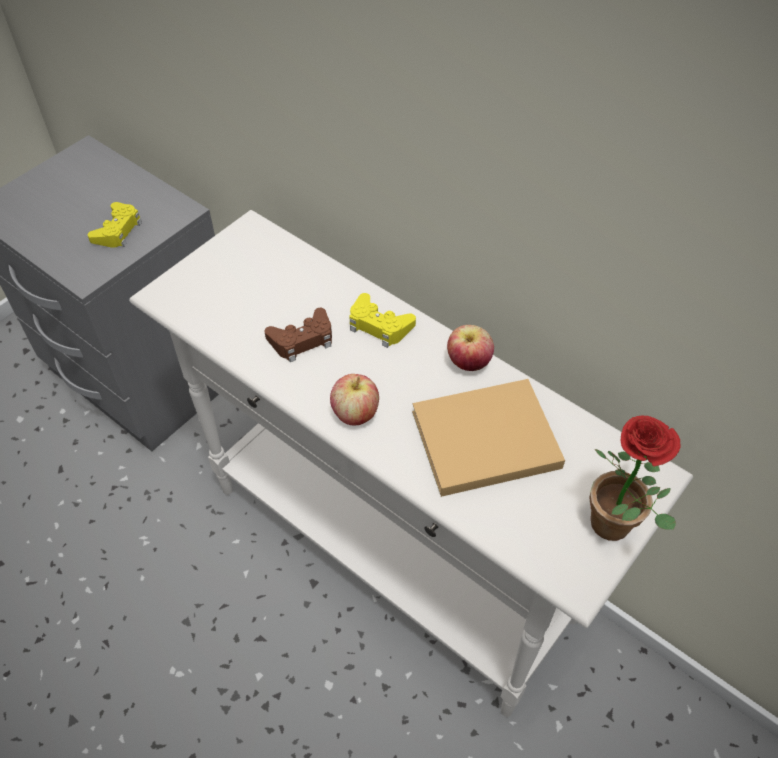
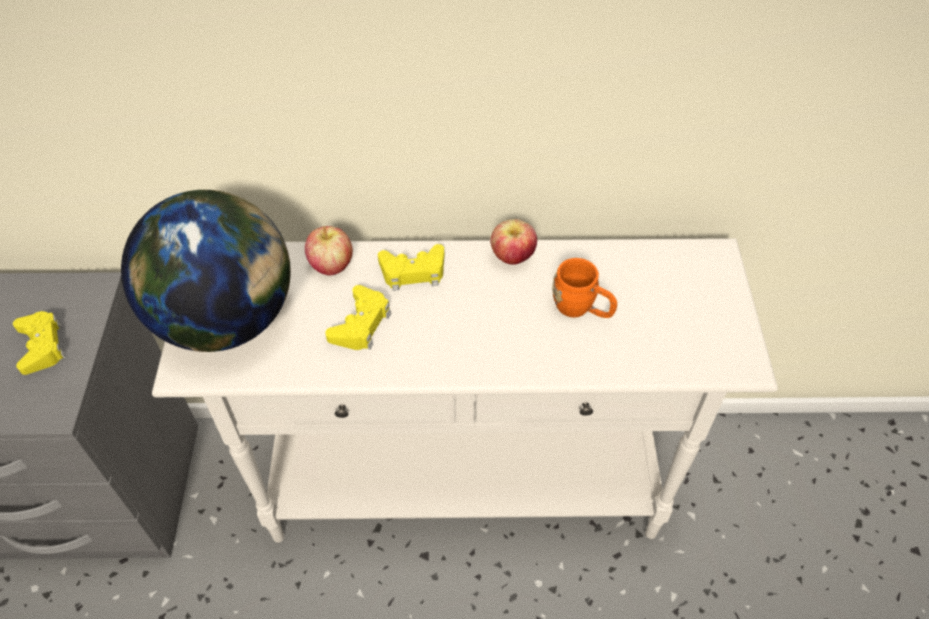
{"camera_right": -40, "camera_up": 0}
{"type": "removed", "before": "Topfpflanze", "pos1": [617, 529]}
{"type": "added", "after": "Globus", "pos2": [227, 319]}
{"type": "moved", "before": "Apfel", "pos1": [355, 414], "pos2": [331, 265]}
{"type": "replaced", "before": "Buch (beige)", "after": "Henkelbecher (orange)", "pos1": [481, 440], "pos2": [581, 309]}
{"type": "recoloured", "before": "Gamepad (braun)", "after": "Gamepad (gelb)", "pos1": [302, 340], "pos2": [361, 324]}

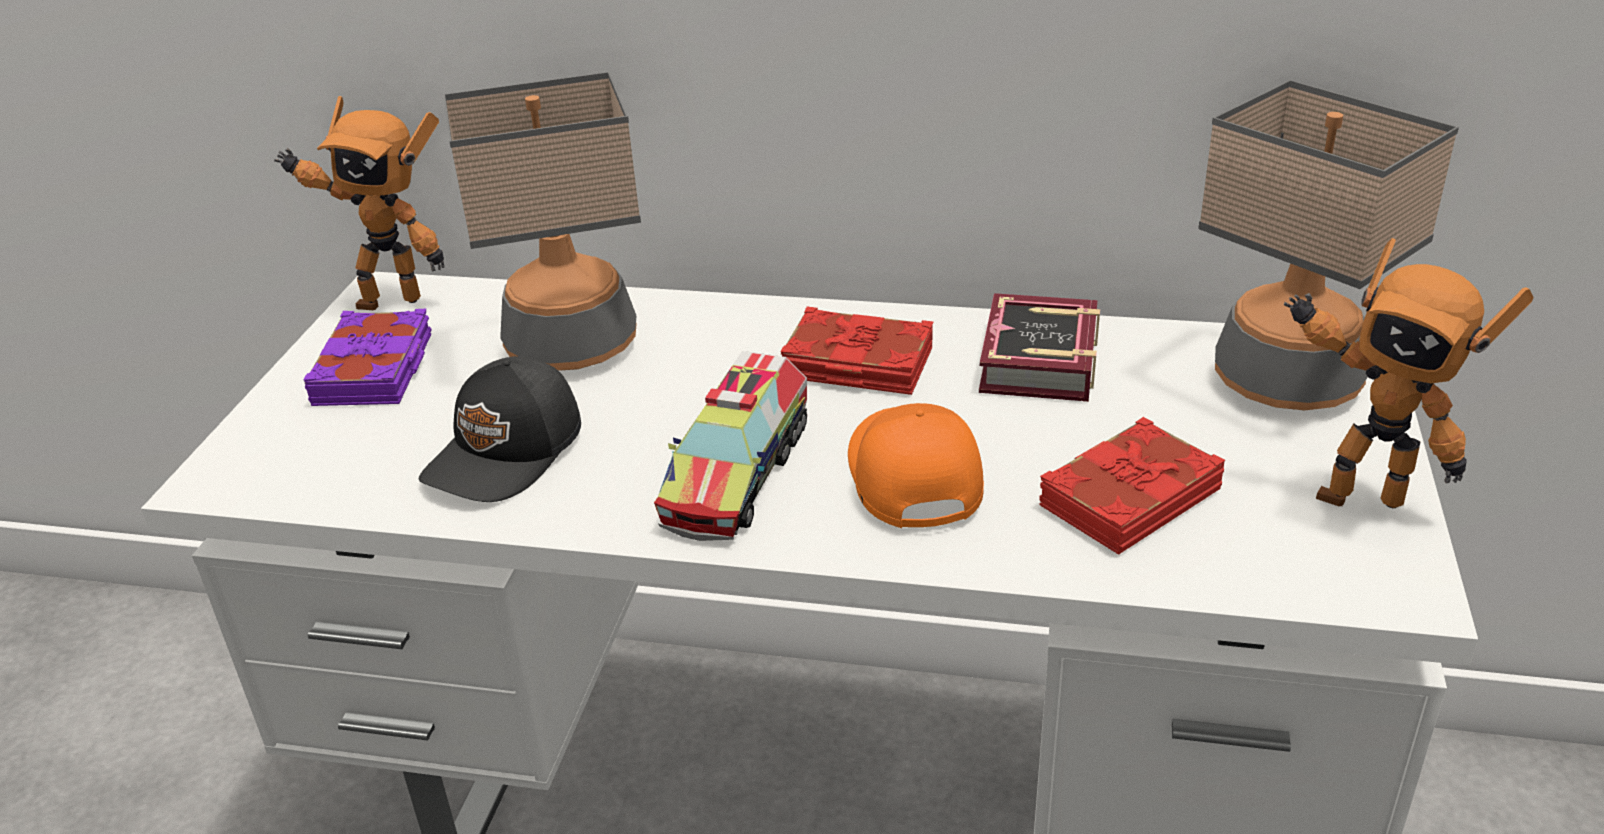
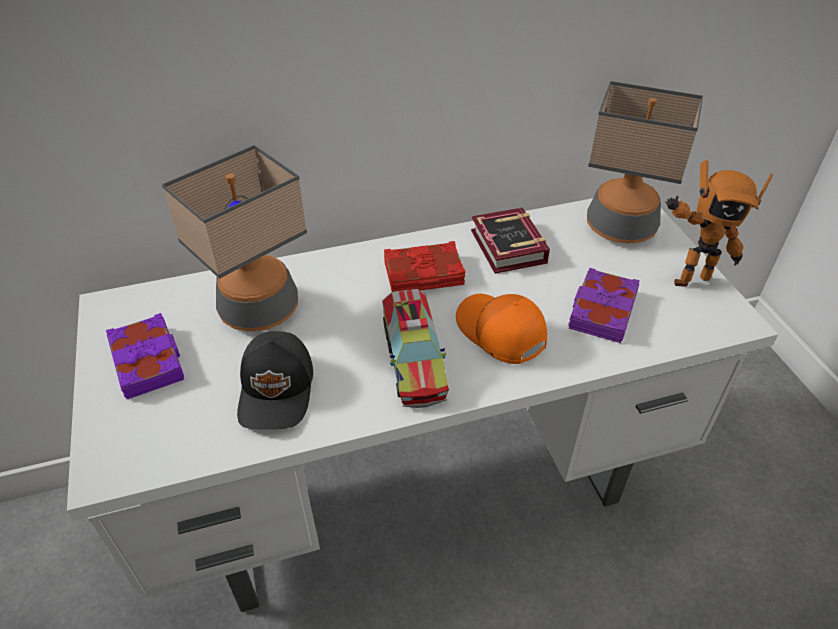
{"camera_right": -30, "camera_up": 10}
{"type": "removed", "before": "Spielzeugroboter", "pos1": [389, 299]}
{"type": "recoloured", "before": "Buch (rot)", "after": "Buch (lila)", "pos1": [1127, 497], "pos2": [601, 310]}

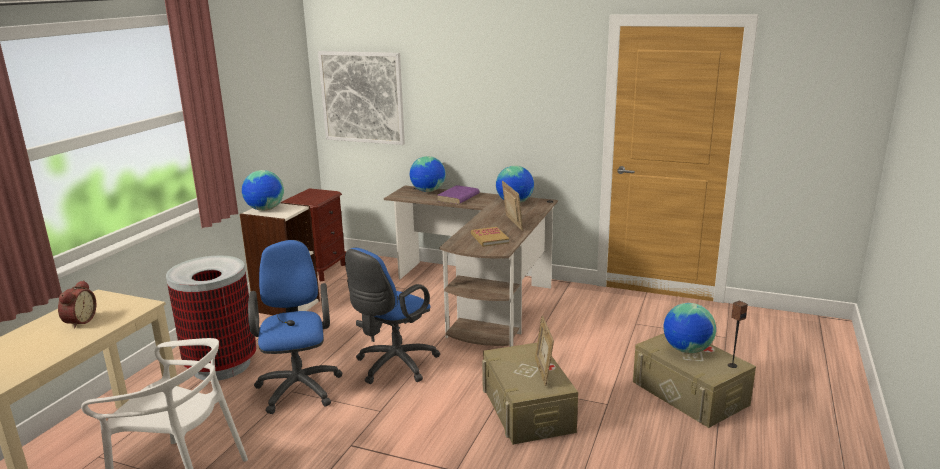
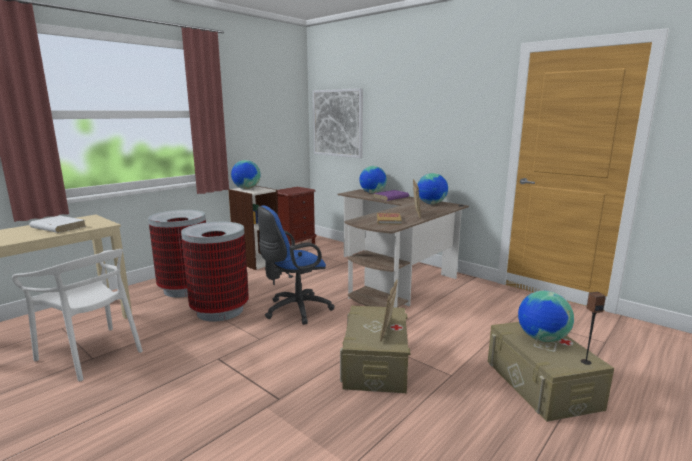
{"camera_right": 20, "camera_up": -5}
{"type": "replaced", "before": "Wecker", "after": "Buch (weiß)", "pos1": [79, 321], "pos2": [58, 227]}
{"type": "replaced", "before": "Bürostuhl (blau)", "after": "Mülleimer", "pos1": [299, 386], "pos2": [220, 310]}

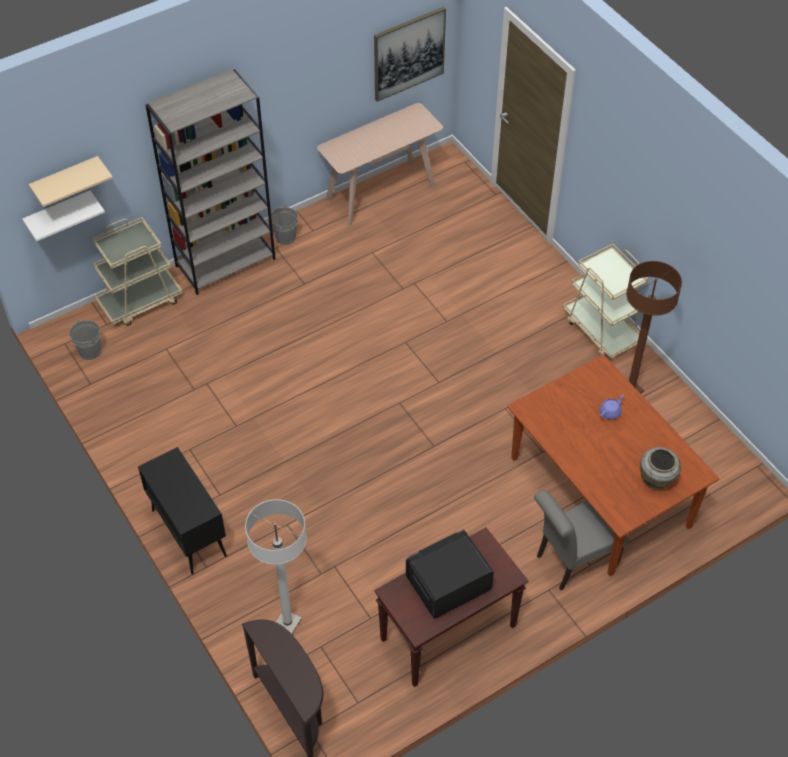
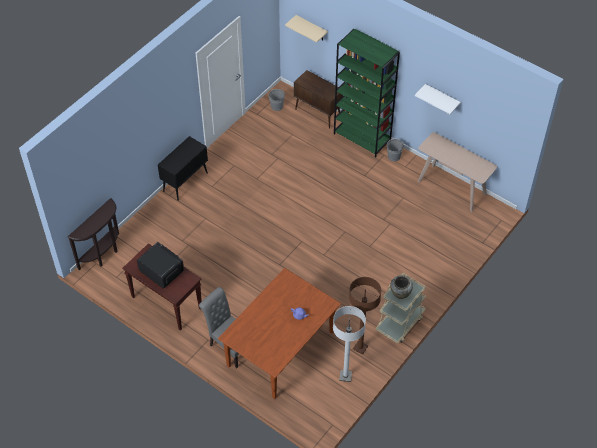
{"camera_right": 70, "camera_up": 0}
{"type": "removed", "before": "Bild", "pos1": [408, 53]}
{"type": "moved", "before": "Wandregal (weiß)", "pos1": [59, 214], "pos2": [442, 98]}
{"type": "moved", "before": "Stehlampe (weiß)", "pos1": [287, 622], "pos2": [345, 376]}
{"type": "moved", "before": "Vase (beige)", "pos1": [656, 480], "pos2": [400, 294]}
{"type": "replaced", "before": "Rollwagen (beige)", "after": "Schrank (braun)", "pos1": [140, 301], "pos2": [318, 113]}
{"type": "recoloured", "before": "Bücherregal (grau)", "after": "Bücherregal (grün)", "pos1": [226, 262], "pos2": [362, 138]}

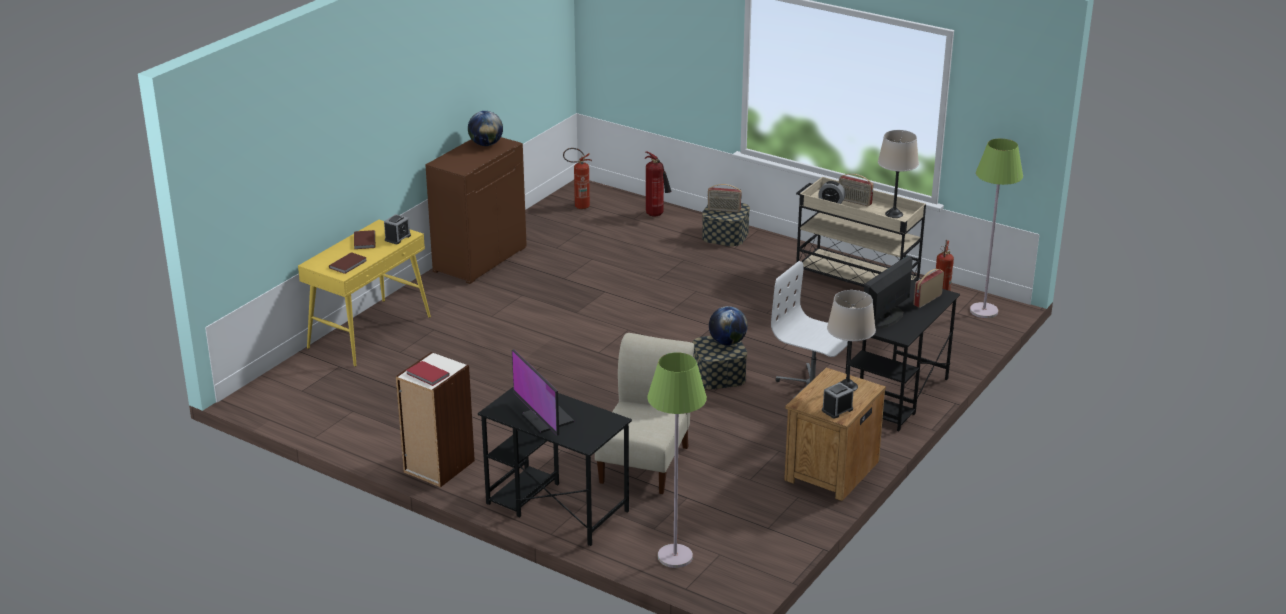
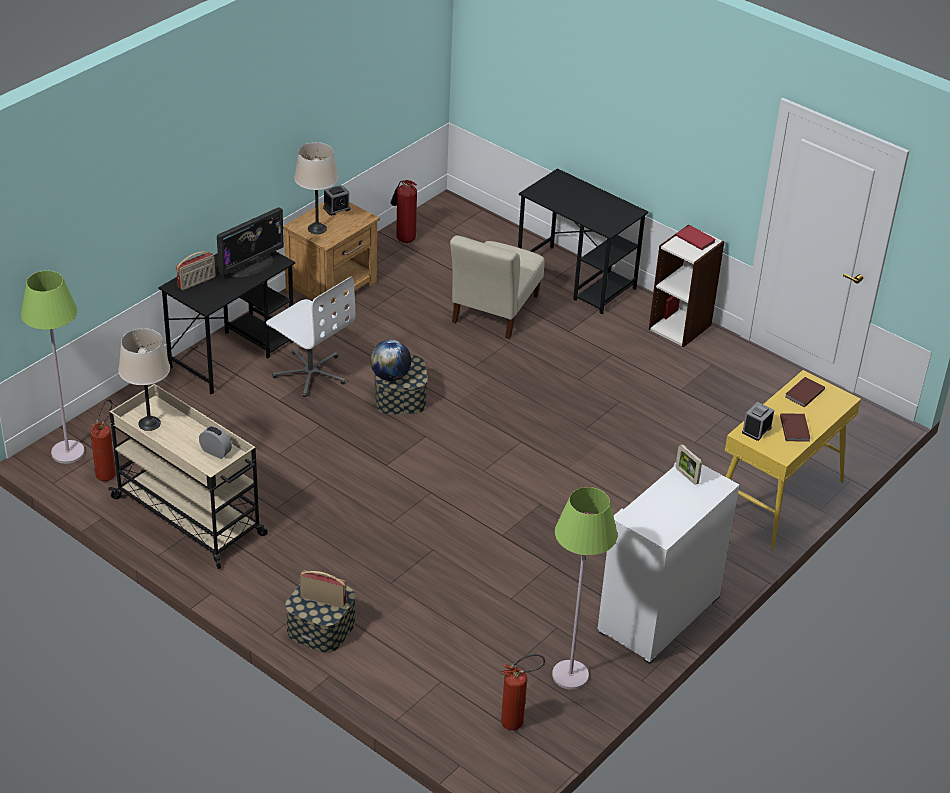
{"camera_right": -175, "camera_up": 10}
{"type": "removed", "before": "Globus", "pos1": [486, 144]}
{"type": "removed", "before": "Monitor", "pos1": [546, 418]}
{"type": "removed", "before": "Radio", "pos1": [854, 202]}
{"type": "added", "after": "Bilderrahmen", "pos2": [686, 476]}
{"type": "moved", "before": "Feuerlöscher", "pos1": [656, 215], "pos2": [404, 239]}
{"type": "moved", "before": "Stehlampe (grün)", "pos1": [675, 557], "pos2": [570, 675]}
{"type": "recoloured", "before": "Schrank (braun)", "after": "Schrank (weiß)", "pos1": [479, 259], "pos2": [659, 615]}

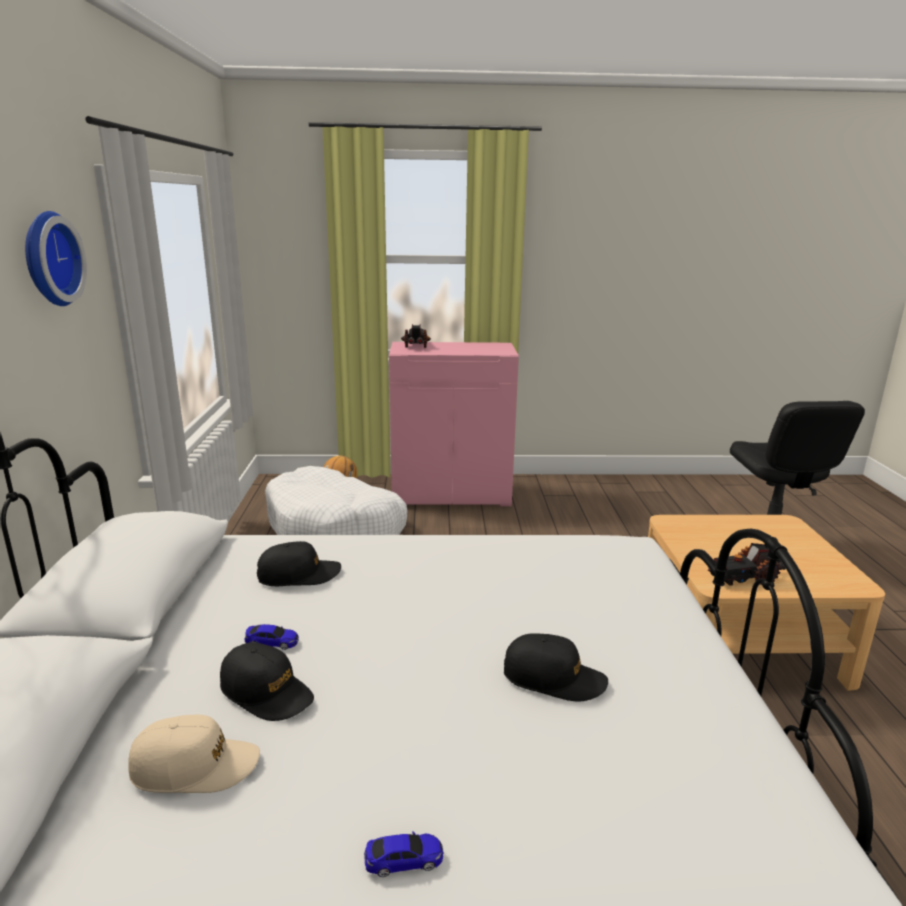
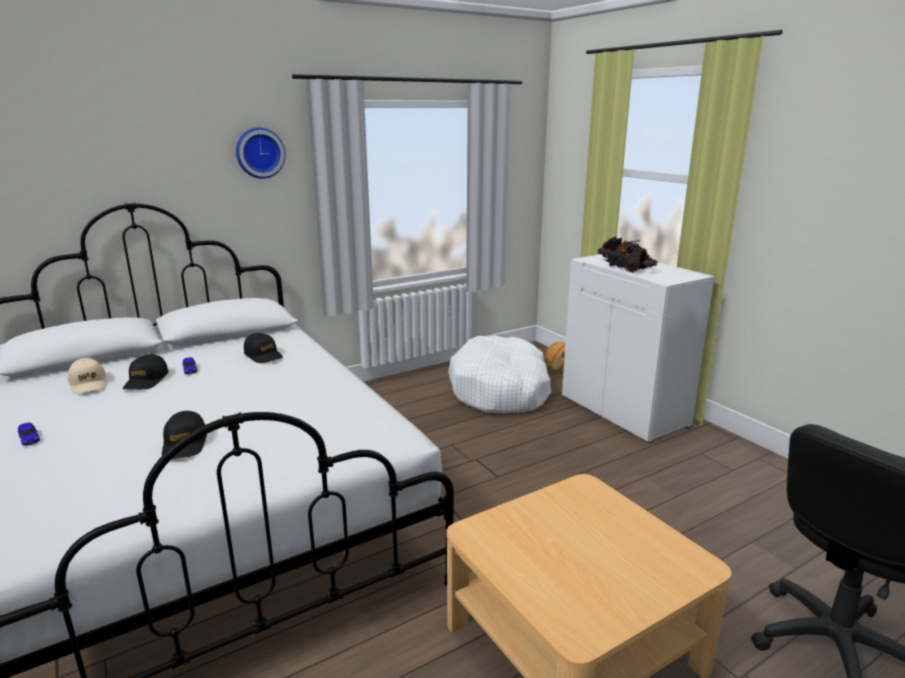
{"camera_right": 60, "camera_up": 0}
{"type": "moved", "before": "Spielzeuglaster", "pos1": [744, 578], "pos2": [629, 269]}
{"type": "recoloured", "before": "Schrank (rosa)", "after": "Schrank (weiß)", "pos1": [451, 493], "pos2": [625, 411]}

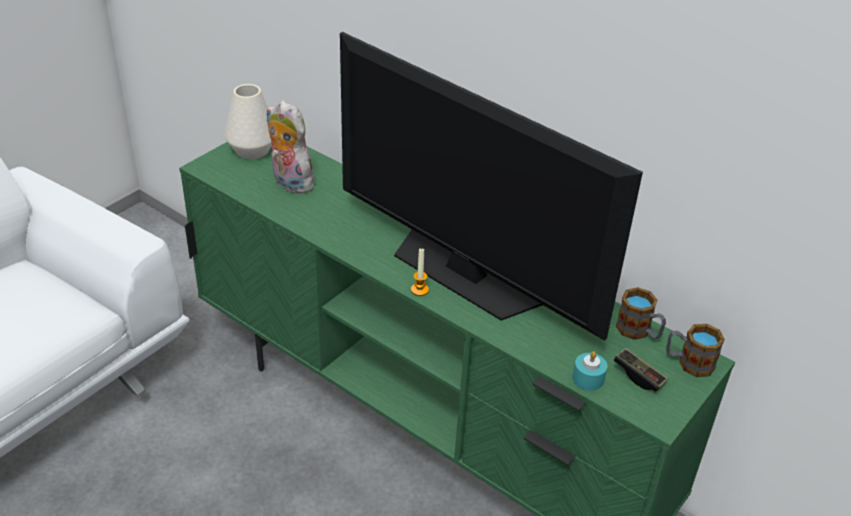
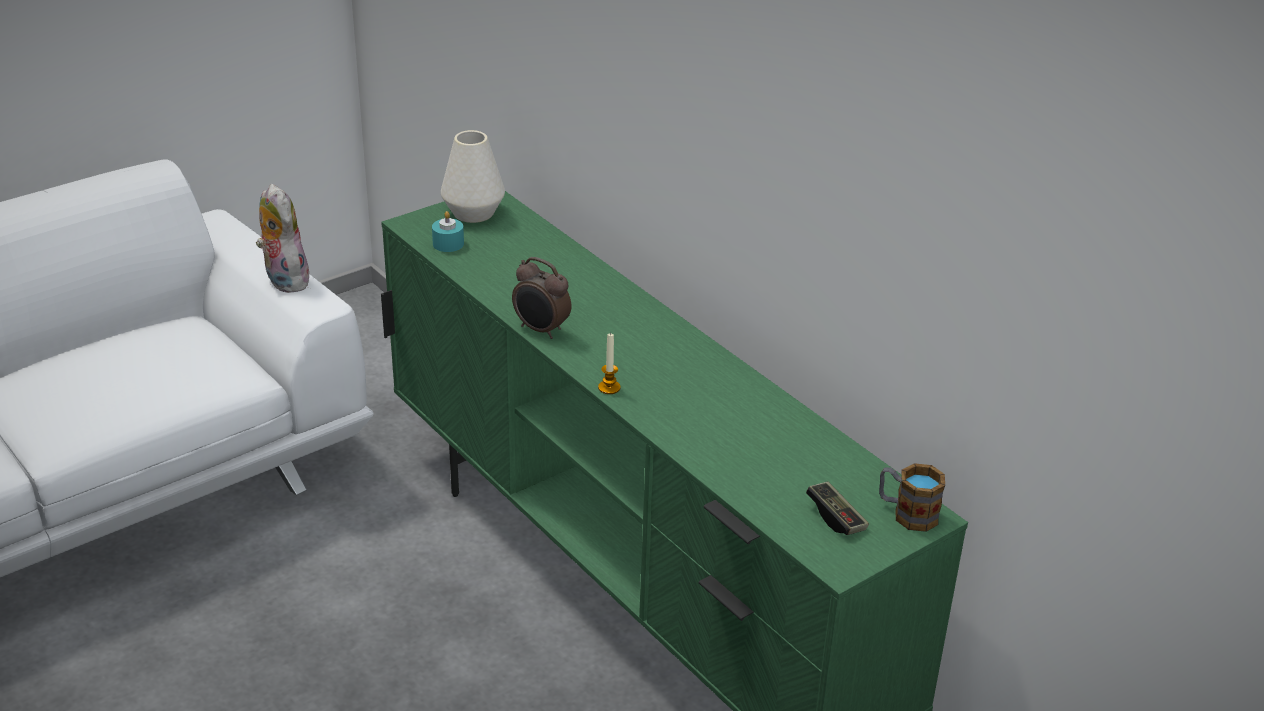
{"camera_right": 15, "camera_up": -5}
{"type": "removed", "before": "Fernseher", "pos1": [465, 273]}
{"type": "removed", "before": "Henkelbecher", "pos1": [639, 331]}
{"type": "added", "after": "Wecker", "pos2": [541, 330]}
{"type": "moved", "before": "Plüschtier", "pos1": [289, 182], "pos2": [283, 280]}
{"type": "moved", "before": "Kerze (türkis)", "pos1": [588, 378], "pos2": [448, 244]}

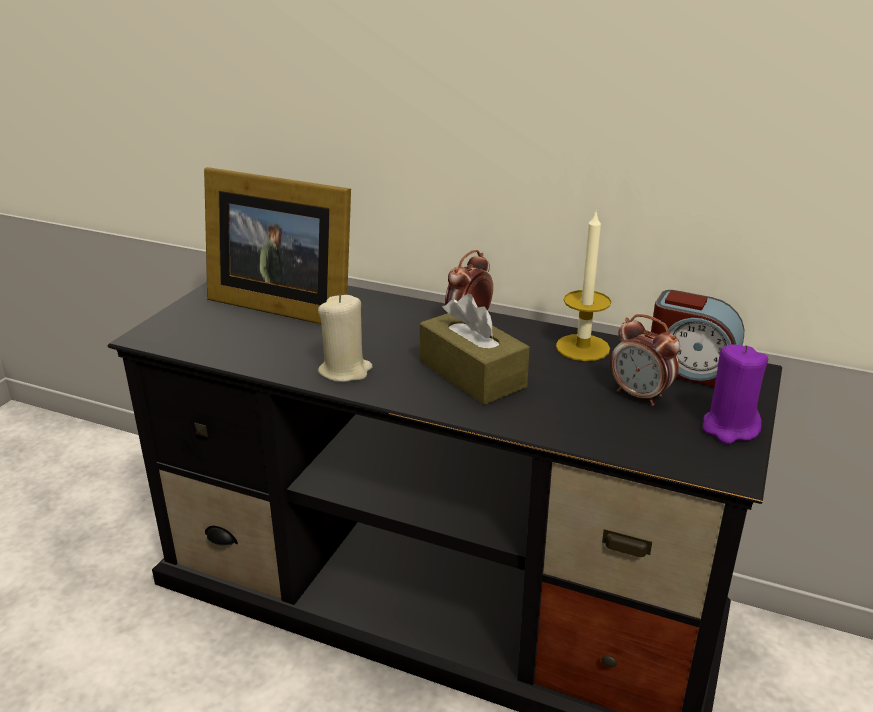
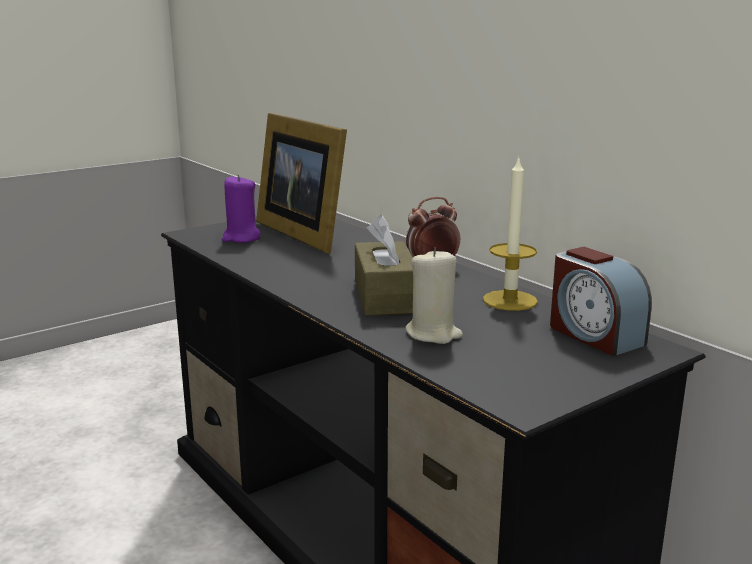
{"camera_right": 30, "camera_up": -10}
{"type": "removed", "before": "Wecker", "pos1": [640, 395]}
{"type": "moved", "before": "Kerze (beige)", "pos1": [345, 371], "pos2": [433, 334]}
{"type": "moved", "before": "Kerze (lila)", "pos1": [729, 428], "pos2": [241, 238]}

